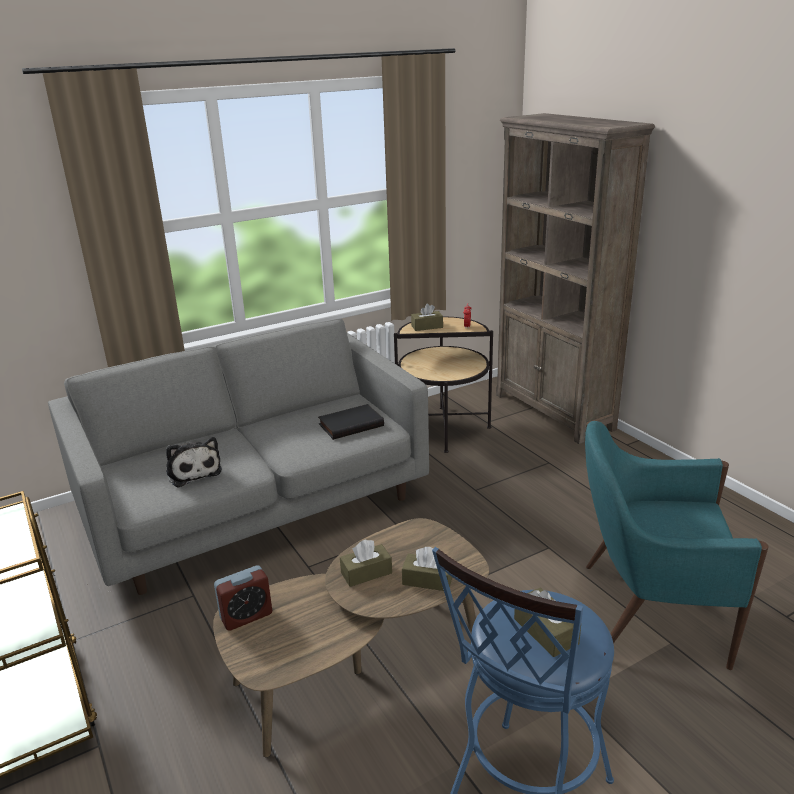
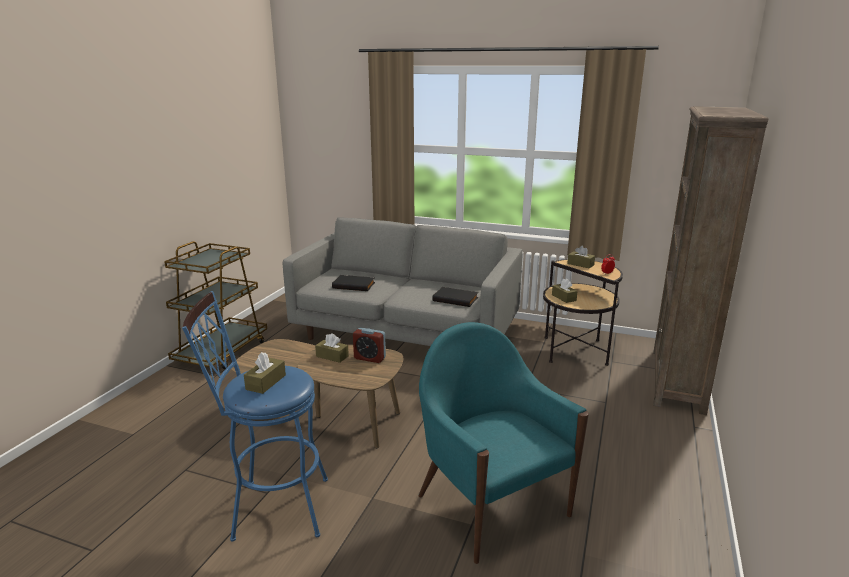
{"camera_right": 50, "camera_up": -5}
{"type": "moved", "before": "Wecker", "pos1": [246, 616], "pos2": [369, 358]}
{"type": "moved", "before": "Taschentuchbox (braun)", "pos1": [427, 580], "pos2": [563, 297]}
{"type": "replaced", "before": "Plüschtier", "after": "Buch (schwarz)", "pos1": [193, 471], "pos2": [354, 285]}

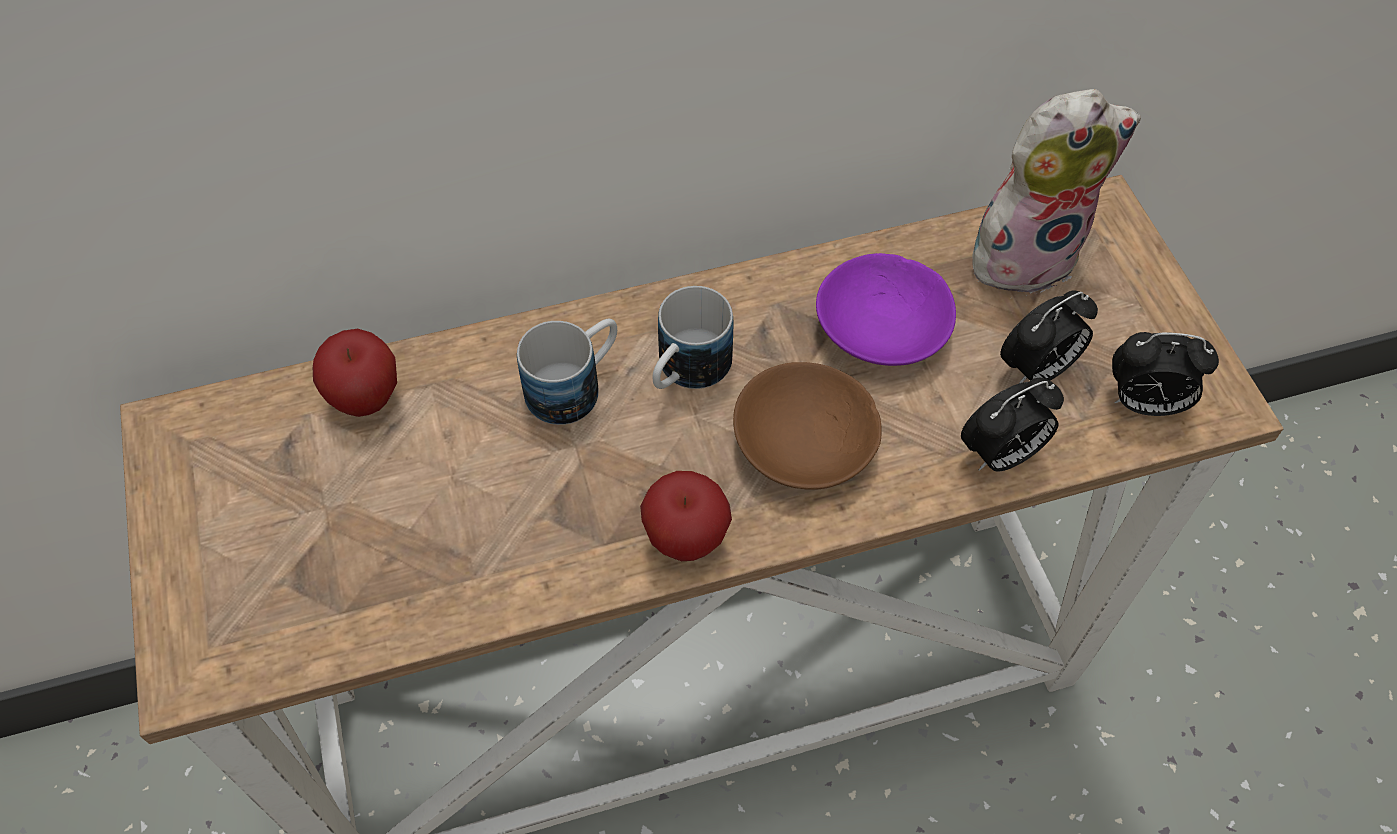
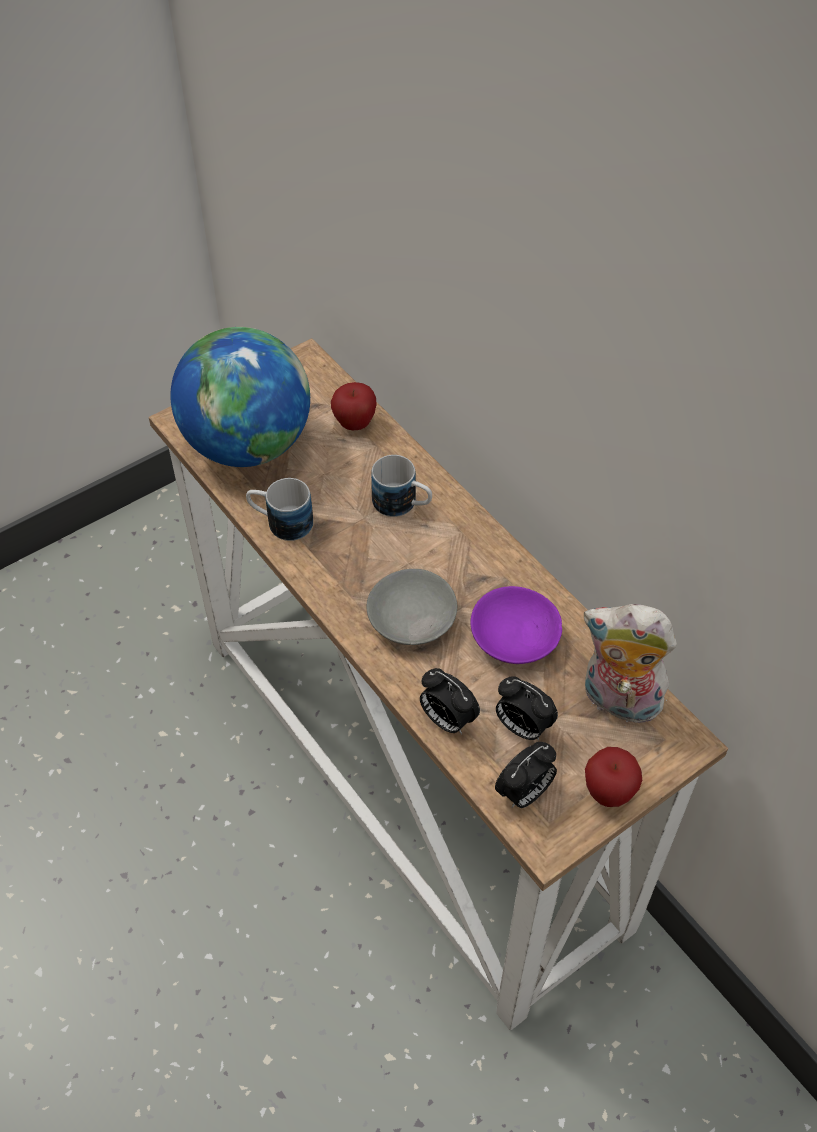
{"camera_right": 70, "camera_up": -5}
{"type": "added", "after": "Globus", "pos2": [248, 445]}
{"type": "moved", "before": "Apfel", "pos1": [686, 540], "pos2": [608, 792]}
{"type": "moved", "before": "Henkelbecher", "pos1": [686, 372], "pos2": [281, 522]}
{"type": "recoloured", "before": "Schüssel (braun)", "after": "Schüssel (grau)", "pos1": [806, 443], "pos2": [412, 620]}
{"type": "turned", "before": "Plüschtier", "pos1": [1024, 253], "pos2": [618, 701], "turn": 150}
{"type": "turned", "before": "Wecker", "pos1": [1144, 403], "pos2": [524, 793], "turn": -120}

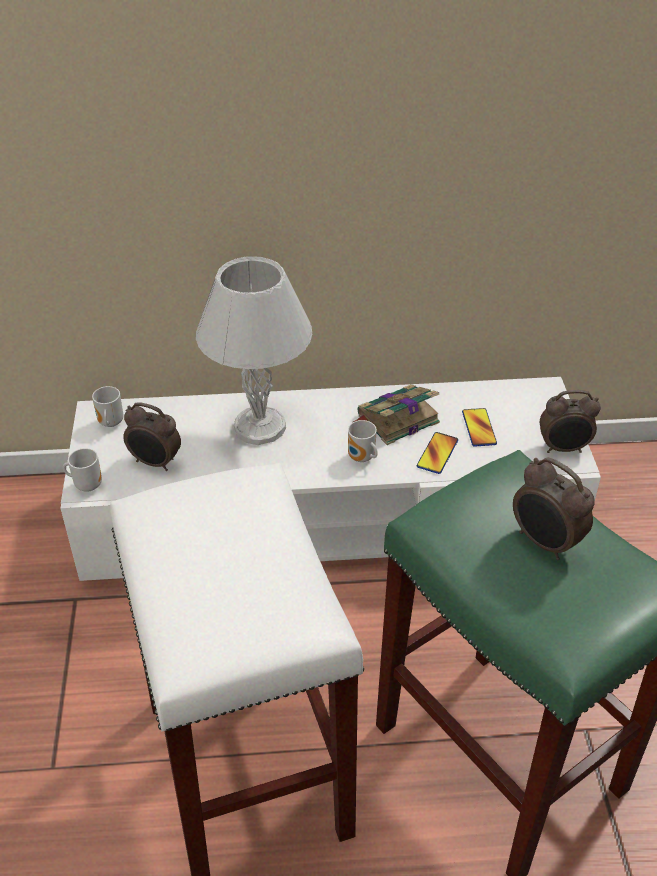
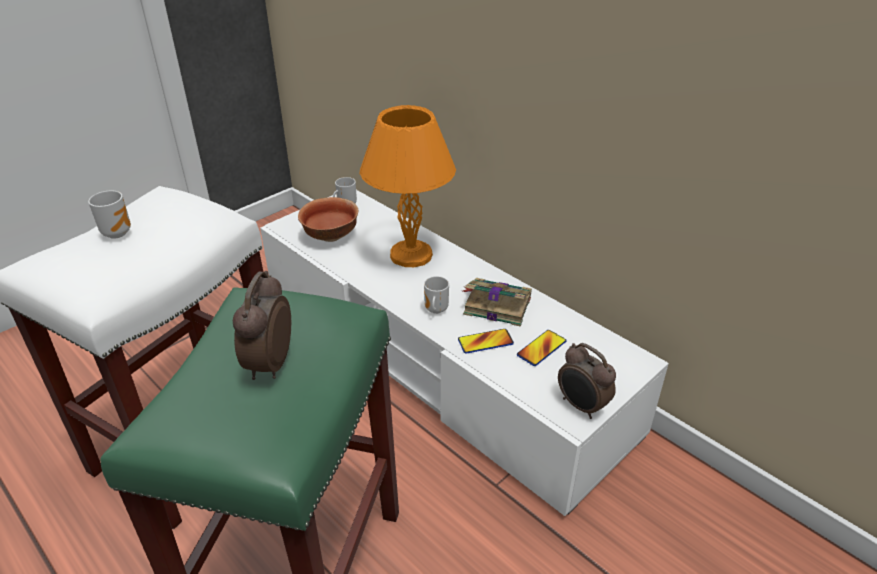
{"camera_right": 50, "camera_up": -5}
{"type": "moved", "before": "Henkelbecher", "pos1": [87, 484], "pos2": [118, 232]}
{"type": "replaced", "before": "Wecker", "after": "Schüssel", "pos1": [155, 463], "pos2": [331, 236]}
{"type": "recoloured", "before": "Tischlampe (weiß)", "after": "Tischlampe (orange)", "pos1": [260, 428], "pos2": [410, 256]}

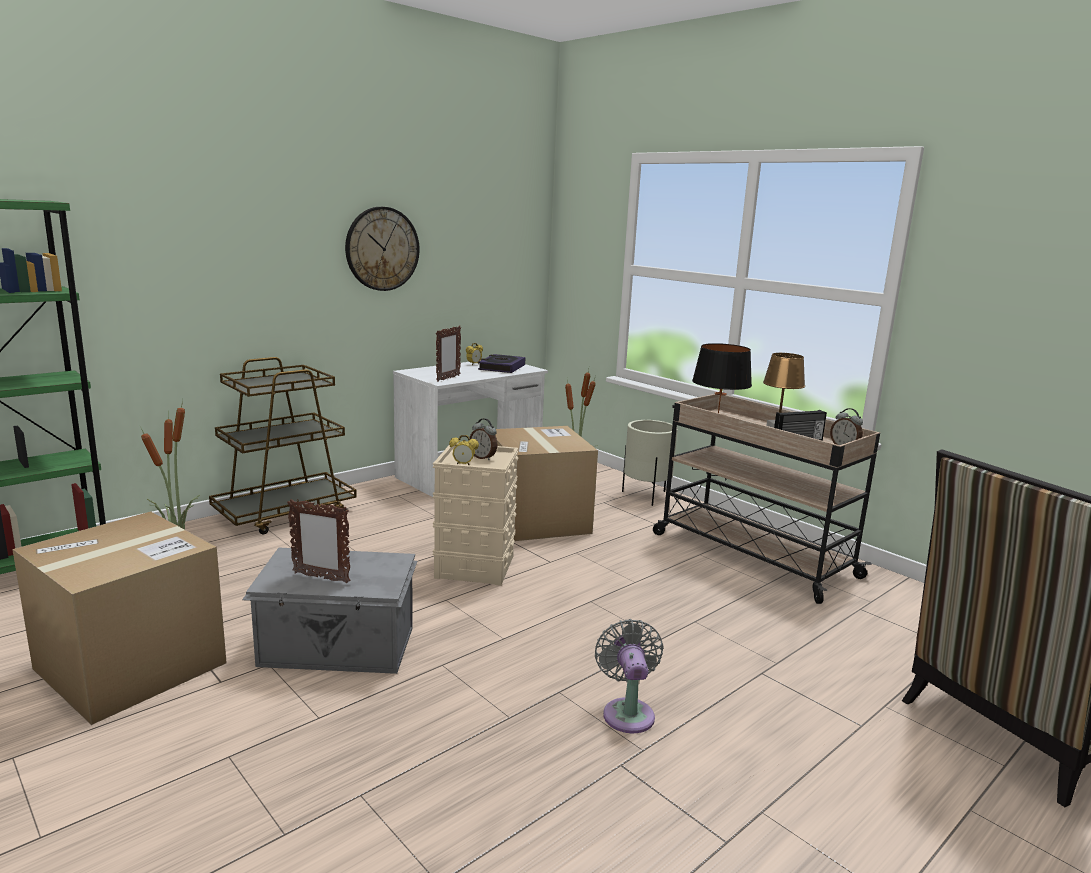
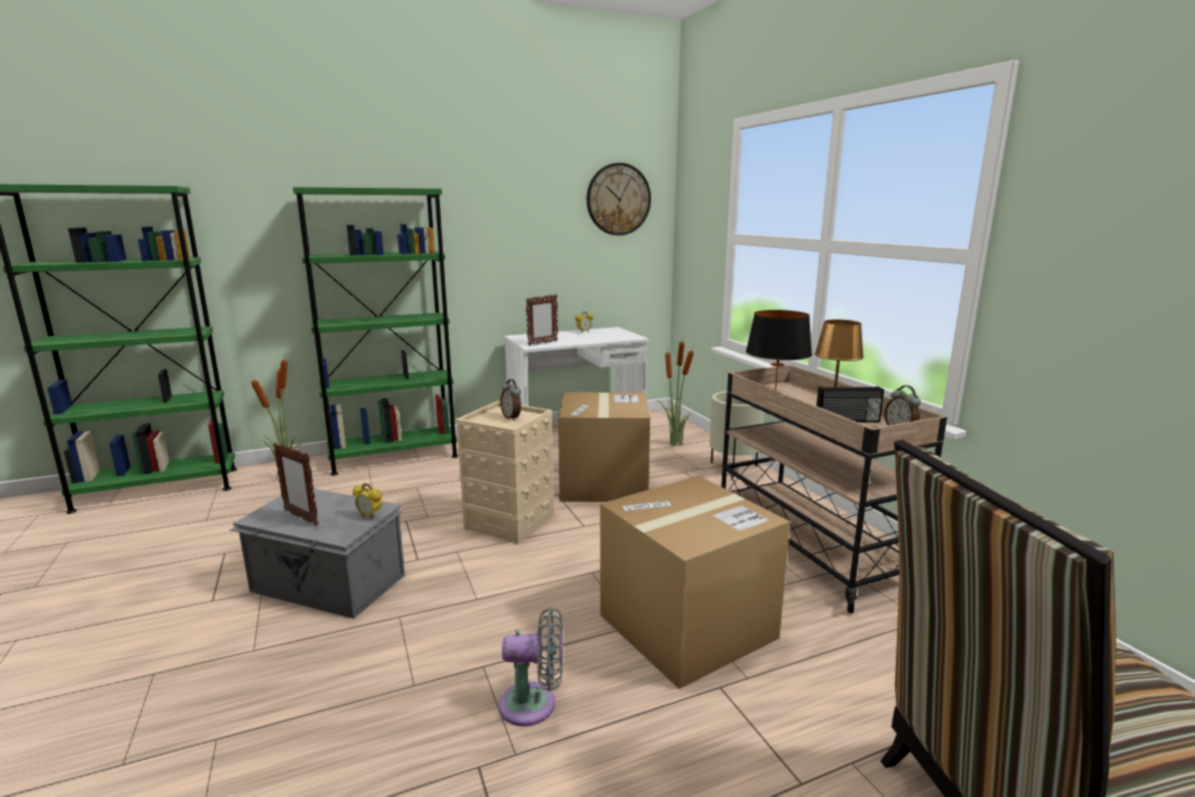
{"camera_right": 20, "camera_up": 0}
{"type": "removed", "before": "Buch", "pos1": [501, 367]}
{"type": "moved", "before": "Karton", "pos1": [131, 666], "pos2": [687, 626]}
{"type": "moved", "before": "Wanduhr", "pos1": [382, 249], "pos2": [618, 199]}
{"type": "moved", "before": "Wecker", "pos1": [463, 465], "pos2": [369, 516]}
{"type": "replaced", "before": "Rollwagen (braun)", "after": "Bücherregal (grün)", "pos1": [286, 513], "pos2": [394, 456]}
{"type": "turned", "before": "Ventilator (grau)", "pos1": [627, 712], "pos2": [534, 704], "turn": 75}

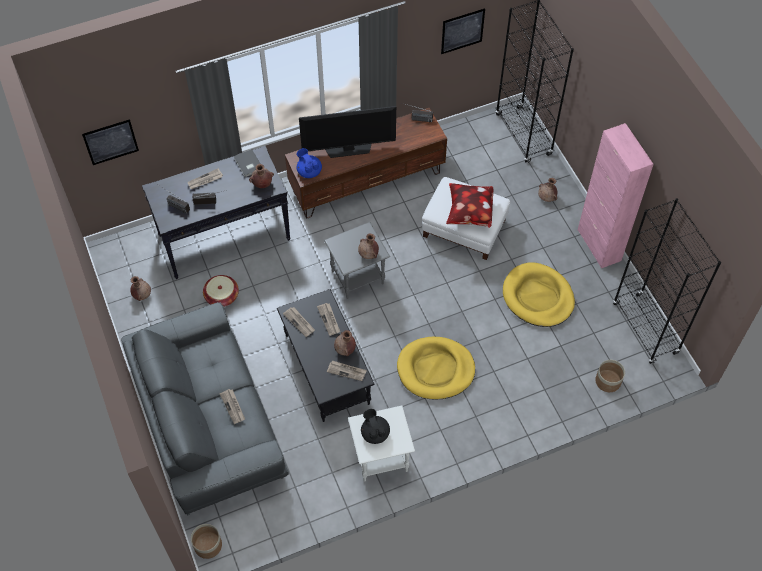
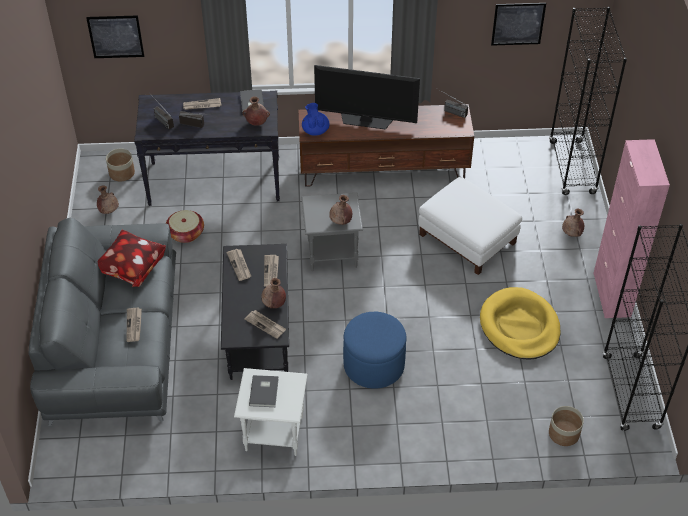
{"camera_right": 20, "camera_up": -10}
{"type": "moved", "before": "Pflanzkübel", "pos1": [207, 545], "pos2": [121, 173]}
{"type": "moved", "before": "Kissen", "pos1": [469, 214], "pos2": [130, 269]}
{"type": "replaced", "before": "Teekanne (schwarz)", "after": "Buch (grau)", "pos1": [375, 433], "pos2": [265, 391]}
{"type": "replaced", "before": "Hundebett (gelb)", "after": "Polsterhocker (blau)", "pos1": [435, 370], "pos2": [374, 365]}

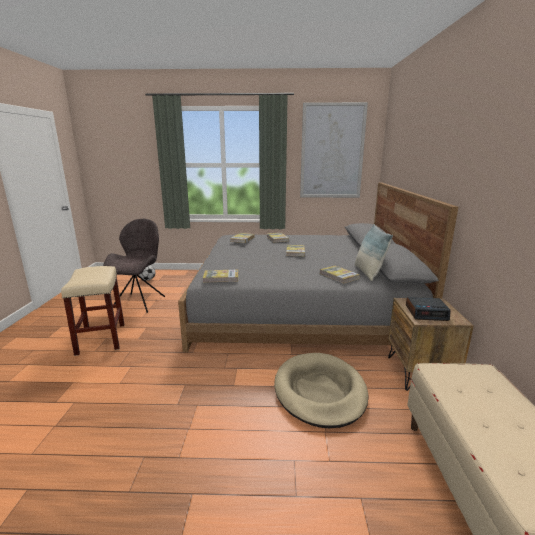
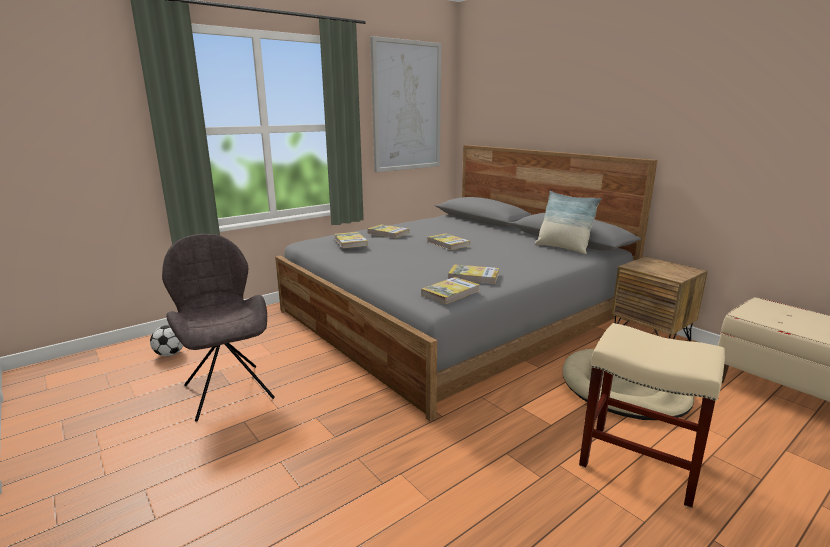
{"camera_right": -40, "camera_up": 0}
{"type": "removed", "before": "Wecker", "pos1": [426, 313]}
{"type": "moved", "before": "Hocker (beige)", "pos1": [101, 339], "pos2": [640, 463]}
{"type": "moved", "before": "Buch", "pos1": [339, 276], "pos2": [473, 276]}

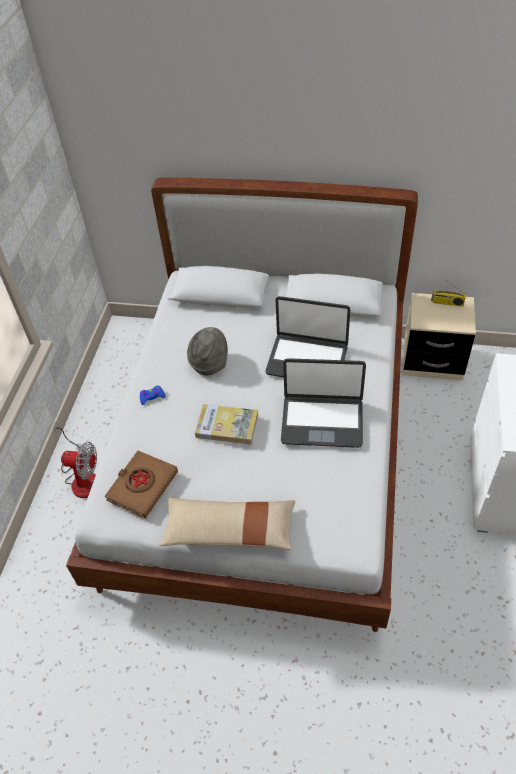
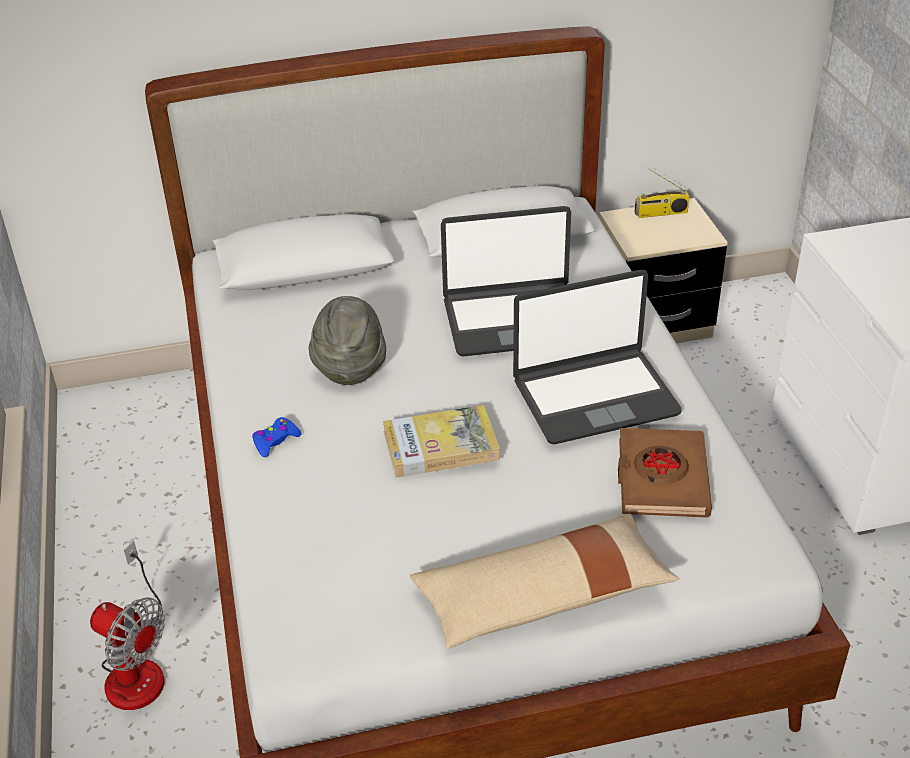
{"camera_right": -25, "camera_up": -10}
{"type": "moved", "before": "Buch (braun)", "pos1": [142, 486], "pos2": [661, 479]}
{"type": "turned", "before": "Ventilator", "pos1": [82, 477], "pos2": [136, 666], "turn": 45}

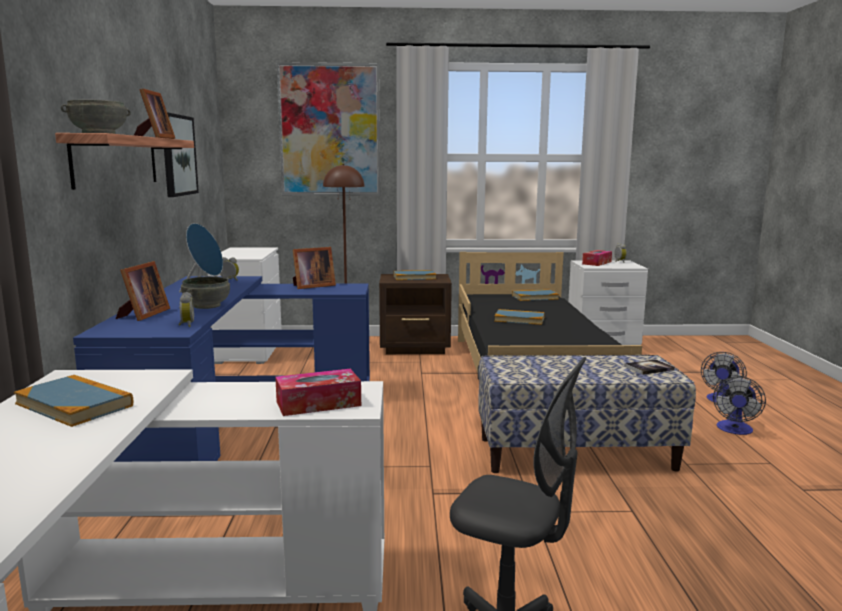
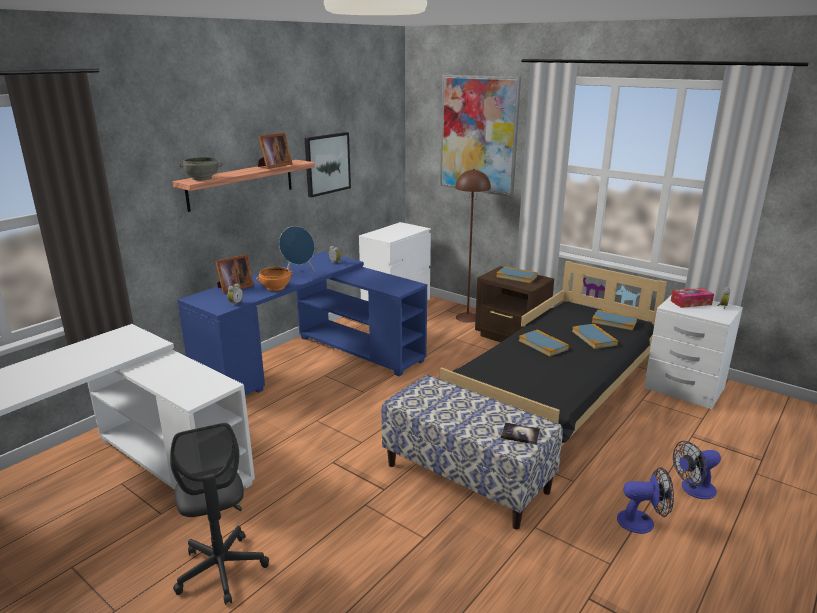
{"camera_right": 40, "camera_up": 10}
{"type": "removed", "before": "Taschentuchbox", "pos1": [318, 403]}
{"type": "removed", "before": "Bilderrahmen", "pos1": [312, 286]}
{"type": "moved", "before": "Buch", "pos1": [74, 404], "pos2": [594, 338]}
{"type": "recoloured", "before": "Schüssel (grau)", "after": "Schüssel (orange)", "pos1": [206, 306], "pos2": [275, 287]}
{"type": "turned", "before": "Ventilator", "pos1": [734, 430], "pos2": [642, 521], "turn": -150}

